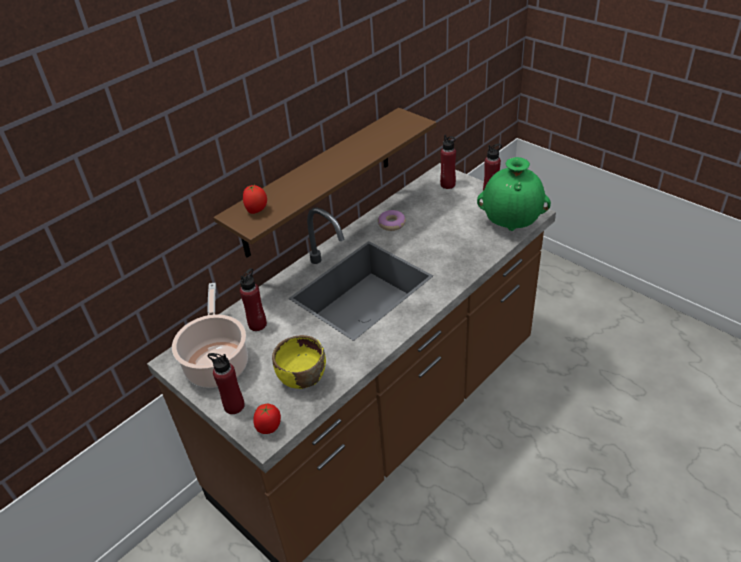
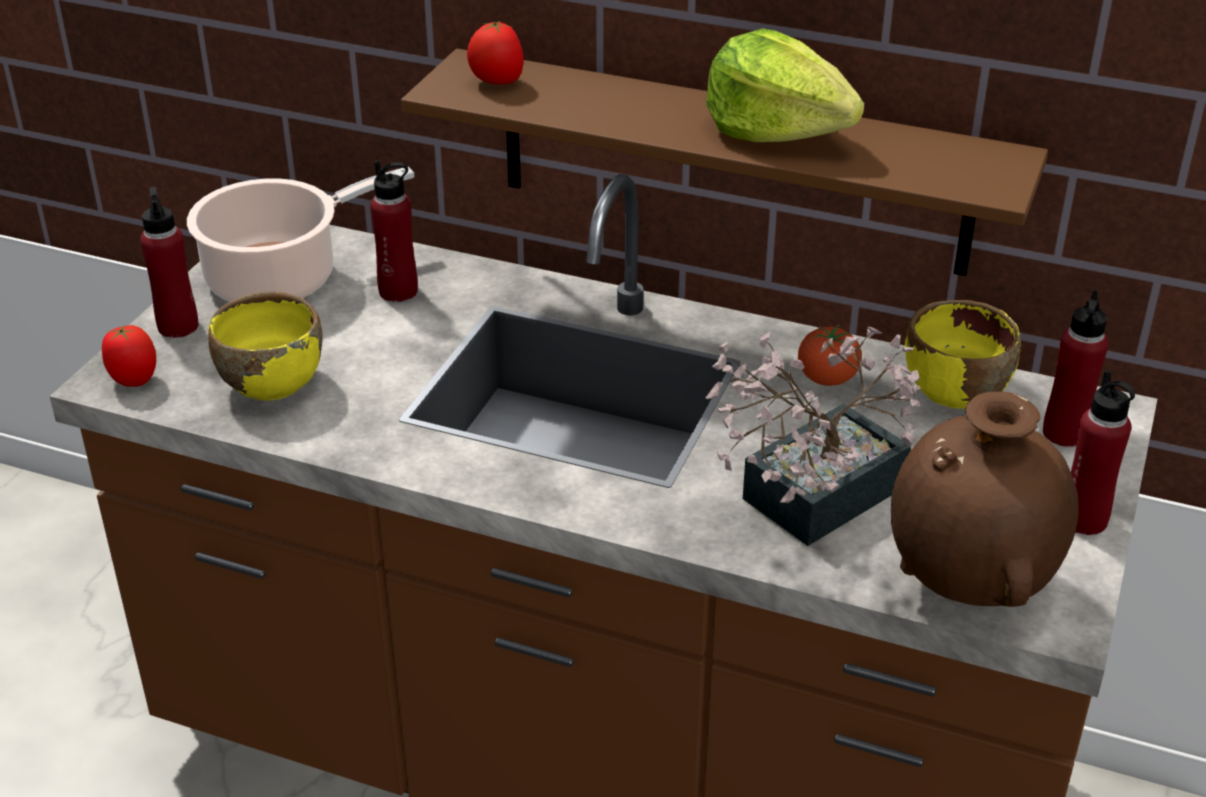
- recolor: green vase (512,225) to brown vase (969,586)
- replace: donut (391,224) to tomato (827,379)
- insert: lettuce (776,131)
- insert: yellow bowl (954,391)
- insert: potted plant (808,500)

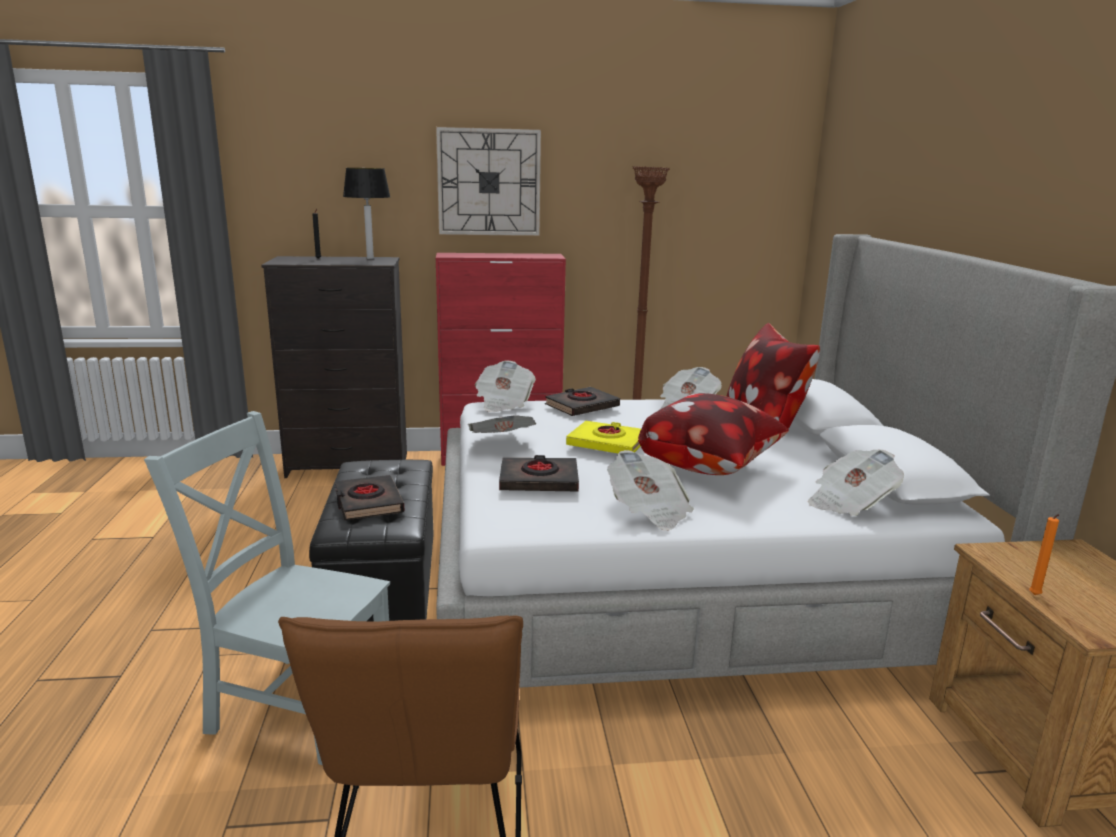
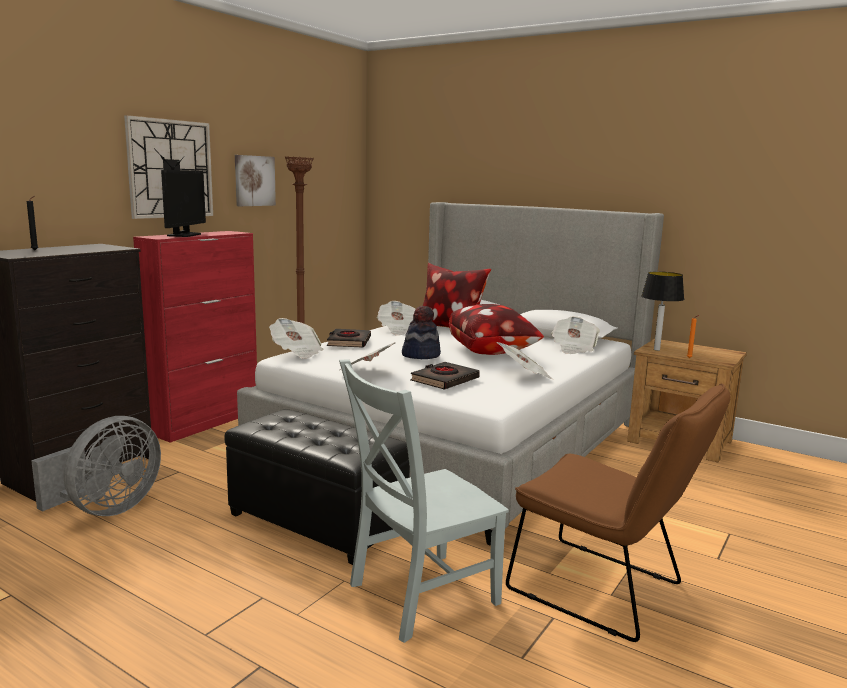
- move: table lamp (369,258) to (656,350)
- replace: yellow book (607,443) to hat (421,355)
- delete: black book (368,503)
- insert: picture (254,181)
- insert: monitor (184,235)
- insert: grey fan (106,509)

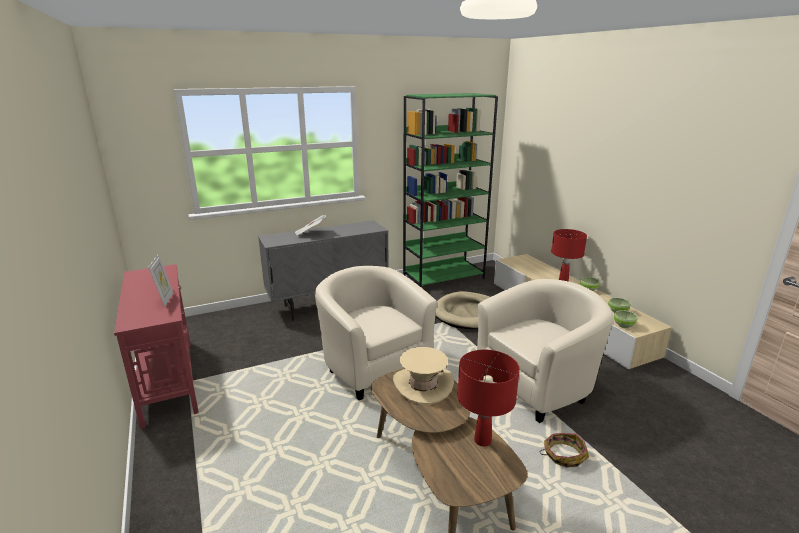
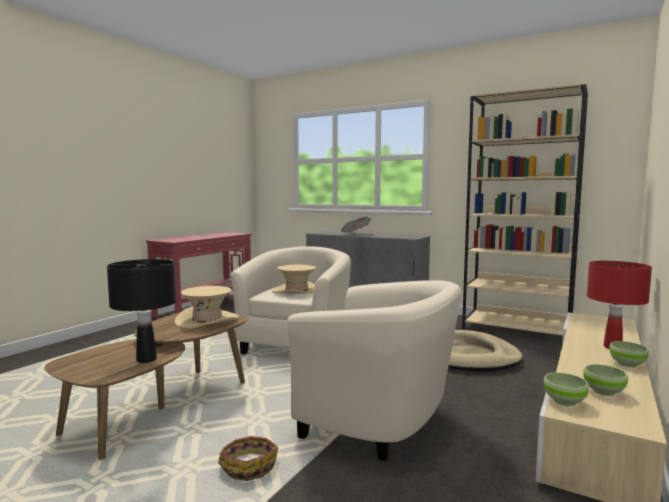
- recolor: green bookcase (444,277) to beige bookcase (517,329)
- delete: picture frame (165,299)
- recolor: red table lamp (483,440) to black table lamp (146,360)
- insert: beige hat (296,291)

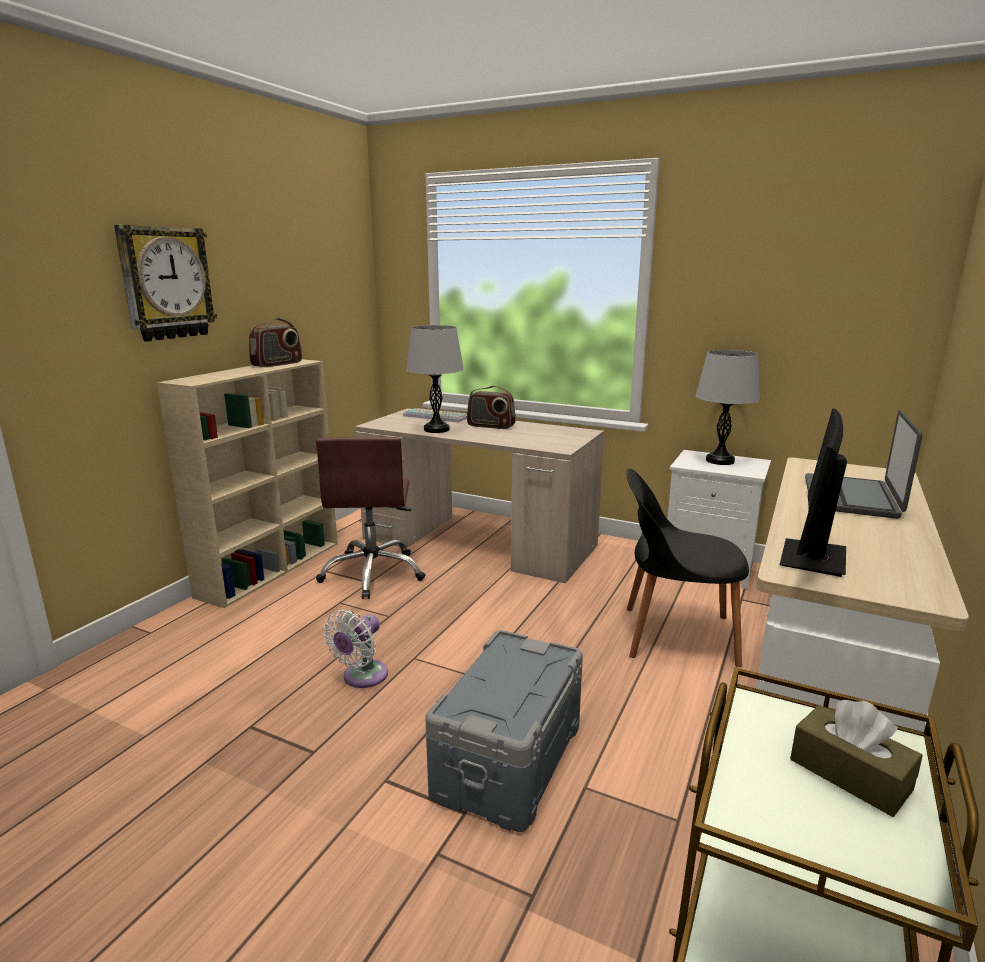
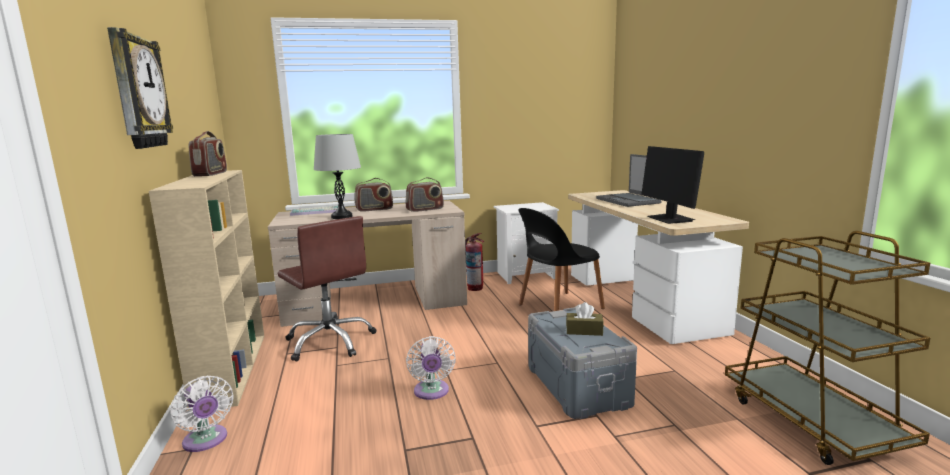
- delete: grey table lamp (720,461)
- move: brown tissue box (849,774) to (584,331)
- insert: radio (425,209)
- insert: fire extinguisher (475,288)
- insert: white fan (206,441)

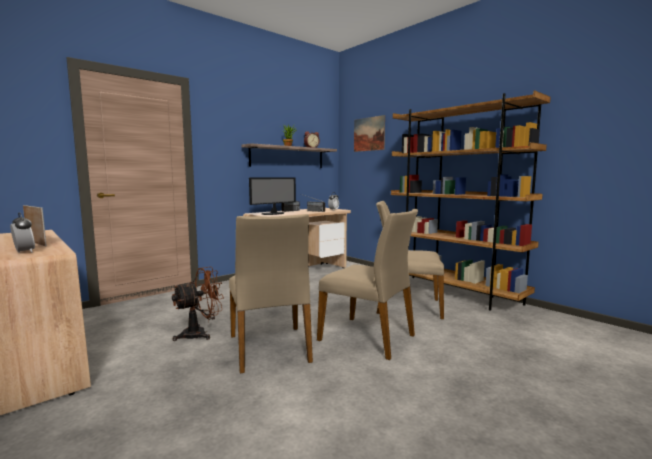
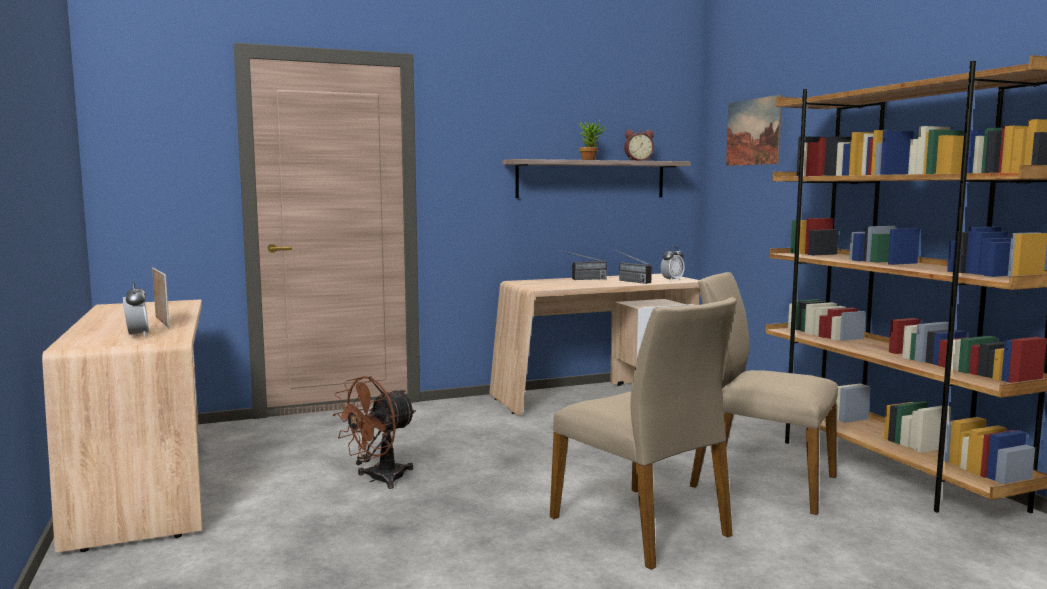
- delete: monitor (274,214)
- delete: beige chair (270,348)
- rotate: brown fan (200,334) = (378,479) 150 degrees clockwise

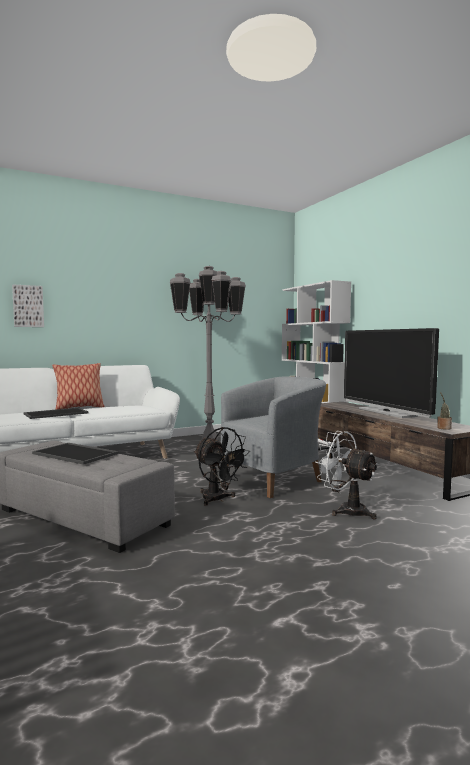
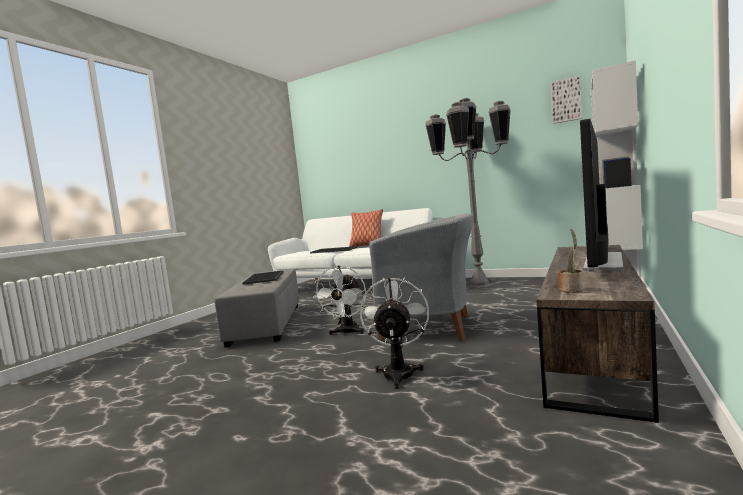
- move: picture (28,306) to (566,100)
- recolor: black fan (218,499) to white fan (347,333)

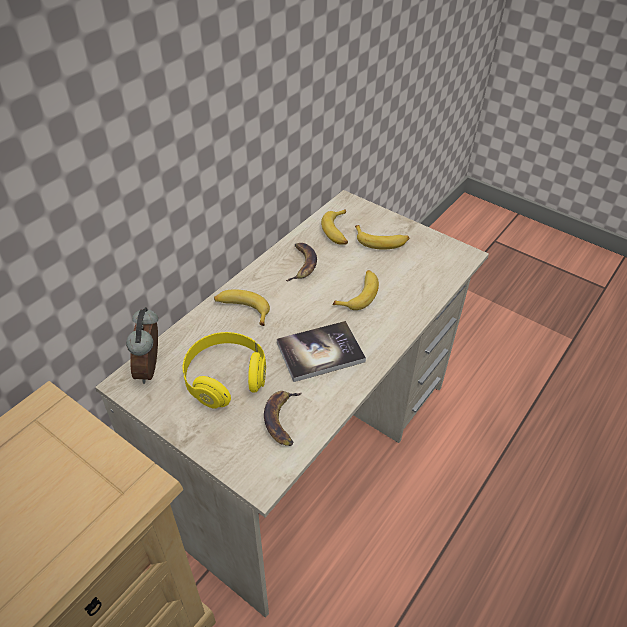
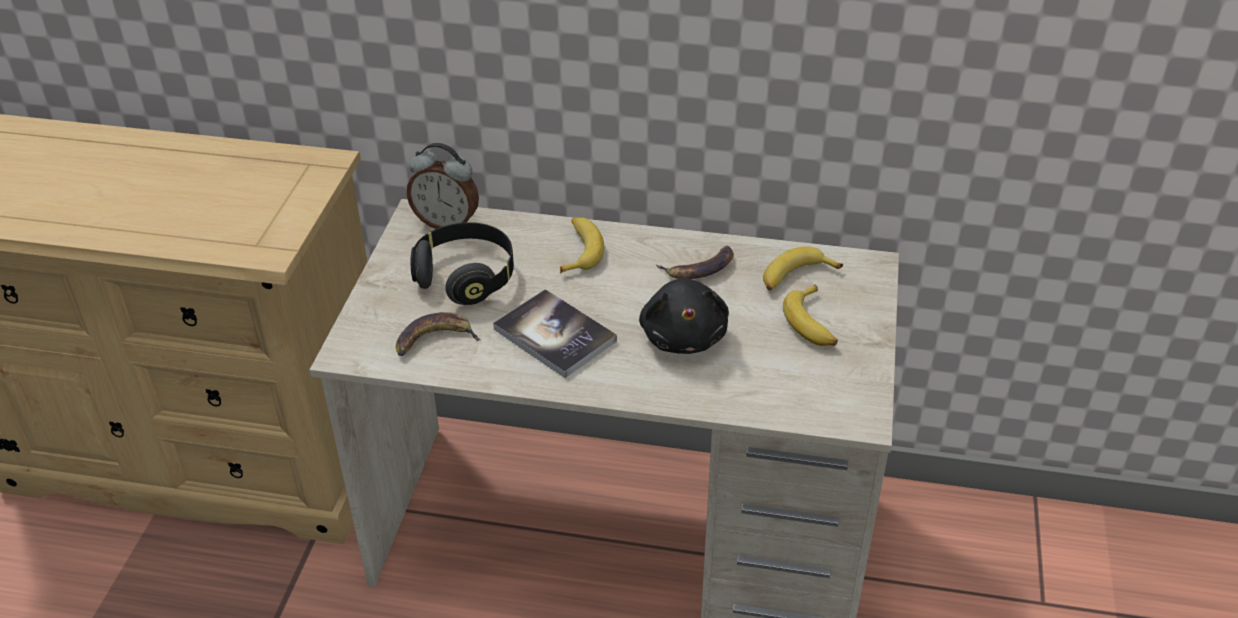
- replace: banana (359,294) to black plush toy (683,336)
- rotate: alarm clock (152,368) = (447,223) 135 degrees counterclockwise
- recolor: yellow headphones (225,378) to black headphones (466,277)

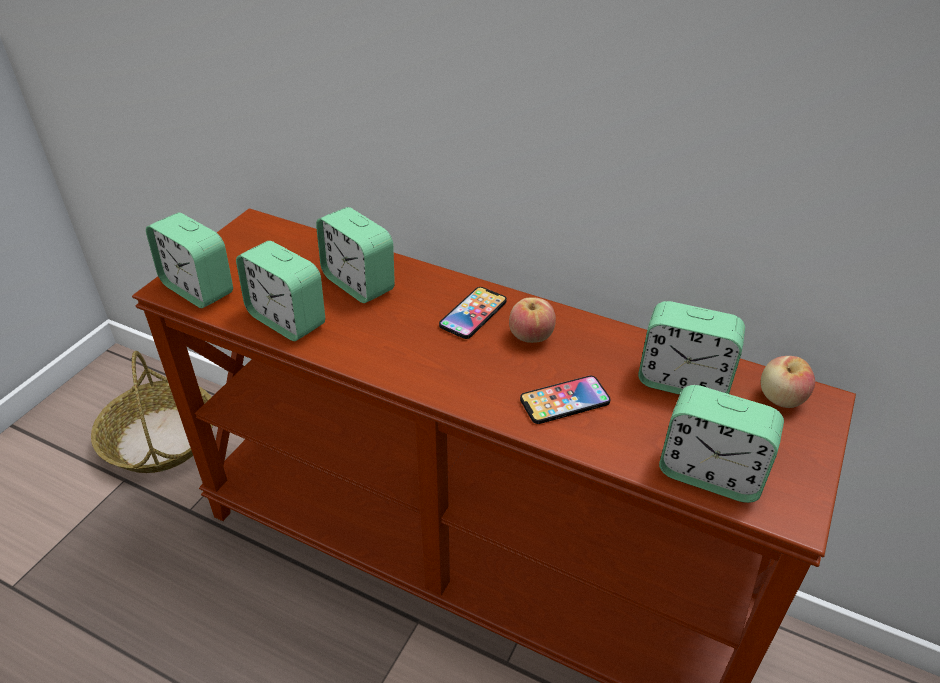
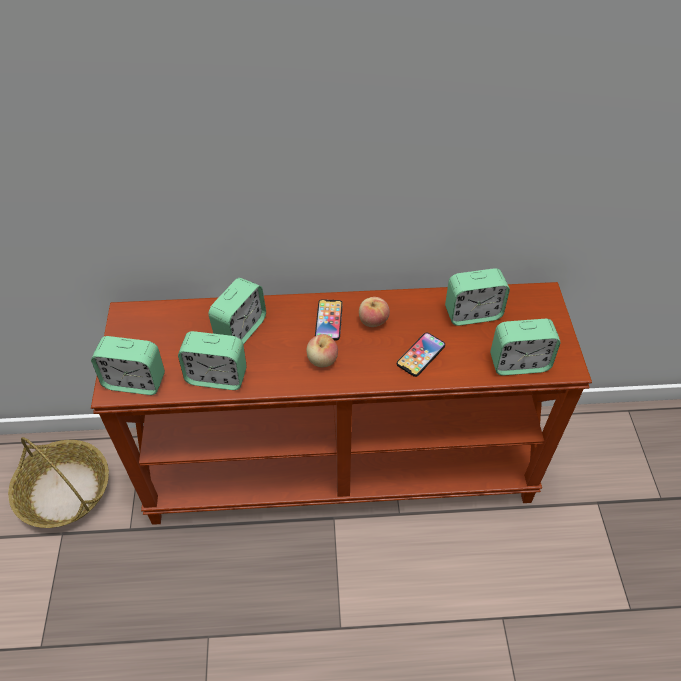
- rotate: alarm clock (359,283) = (241,330) 75 degrees counterclockwise
- move: apple (781,398) to (322,360)

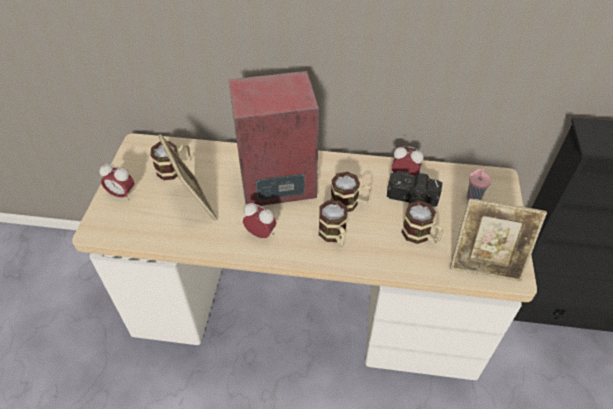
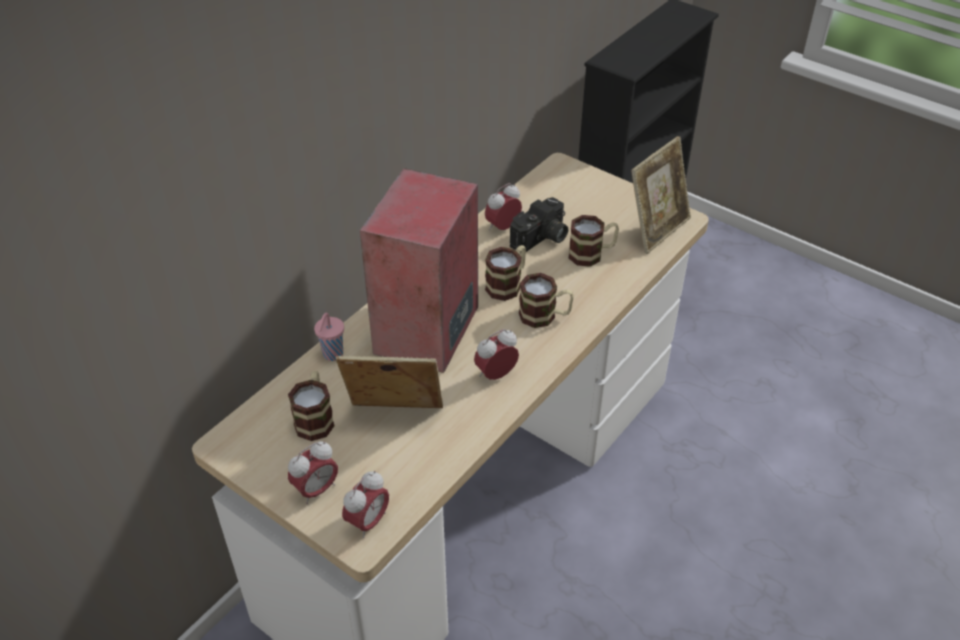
- move: pink cup (472,198) to (332,355)
- insert: alarm clock (368,522)

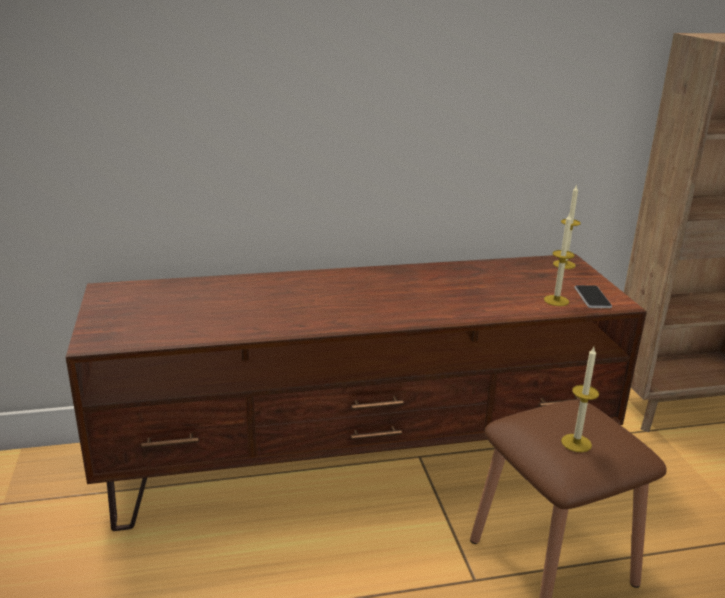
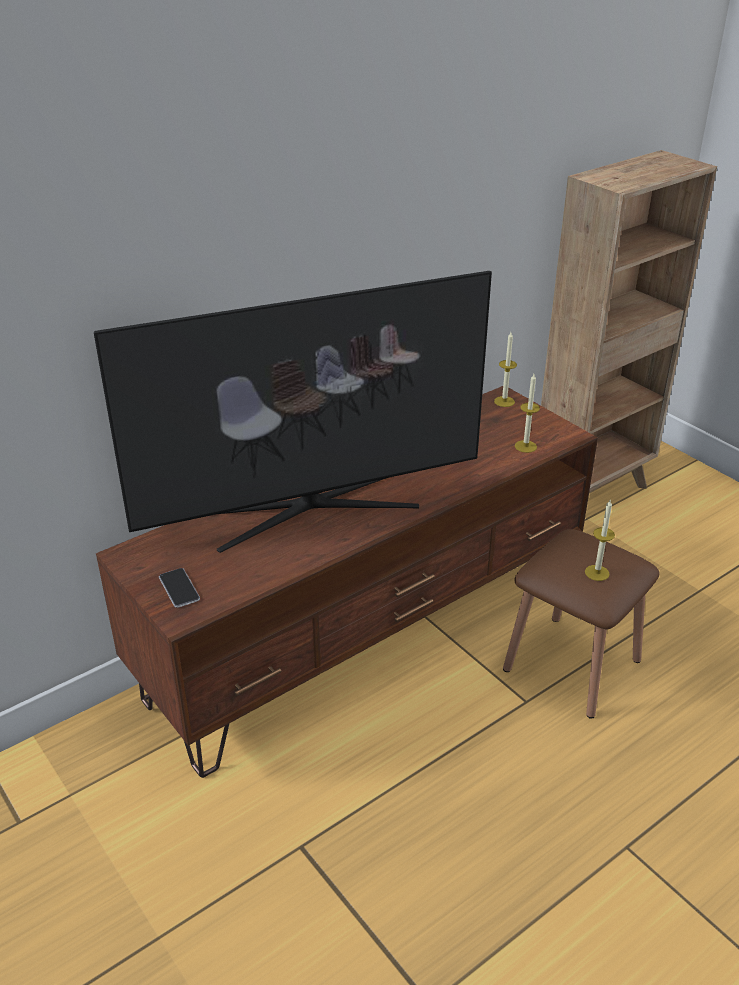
- move: phone (592,298) to (179,588)
- insert: television (310,510)

